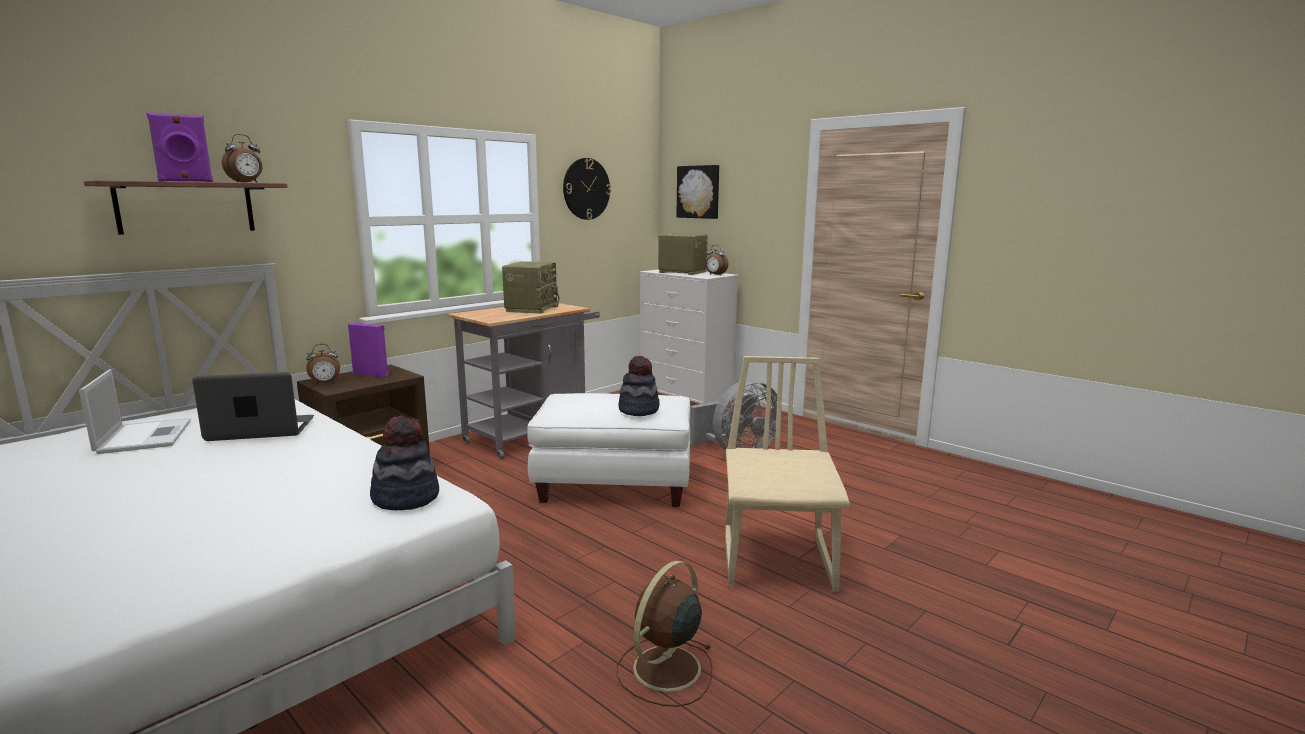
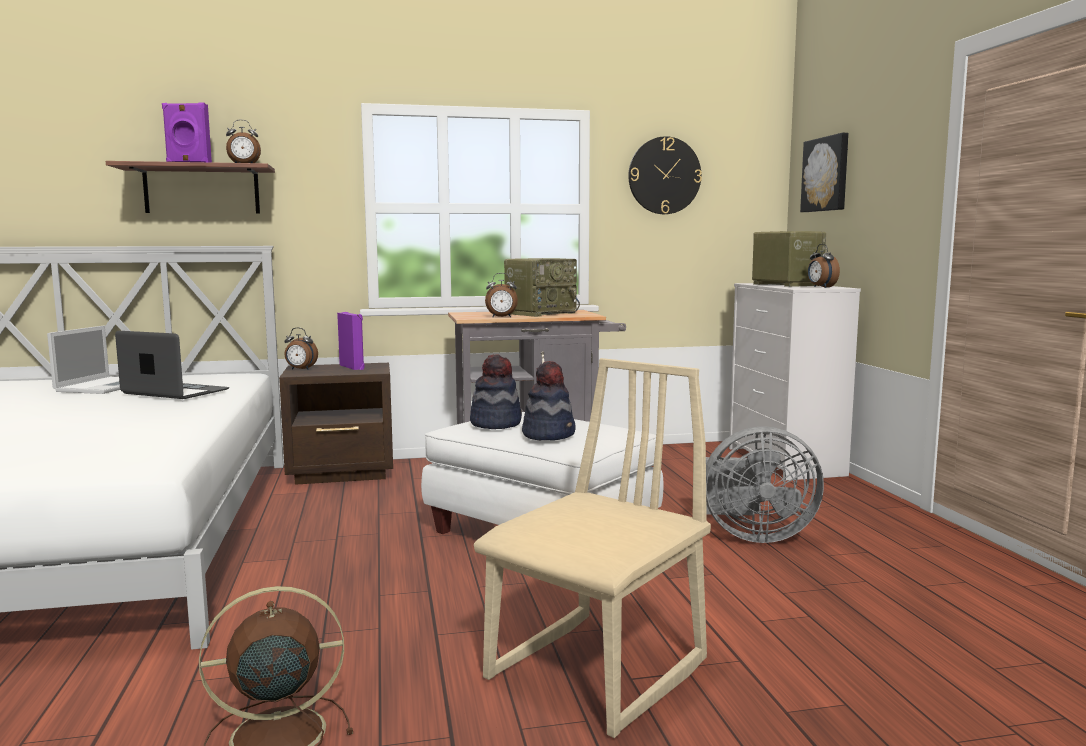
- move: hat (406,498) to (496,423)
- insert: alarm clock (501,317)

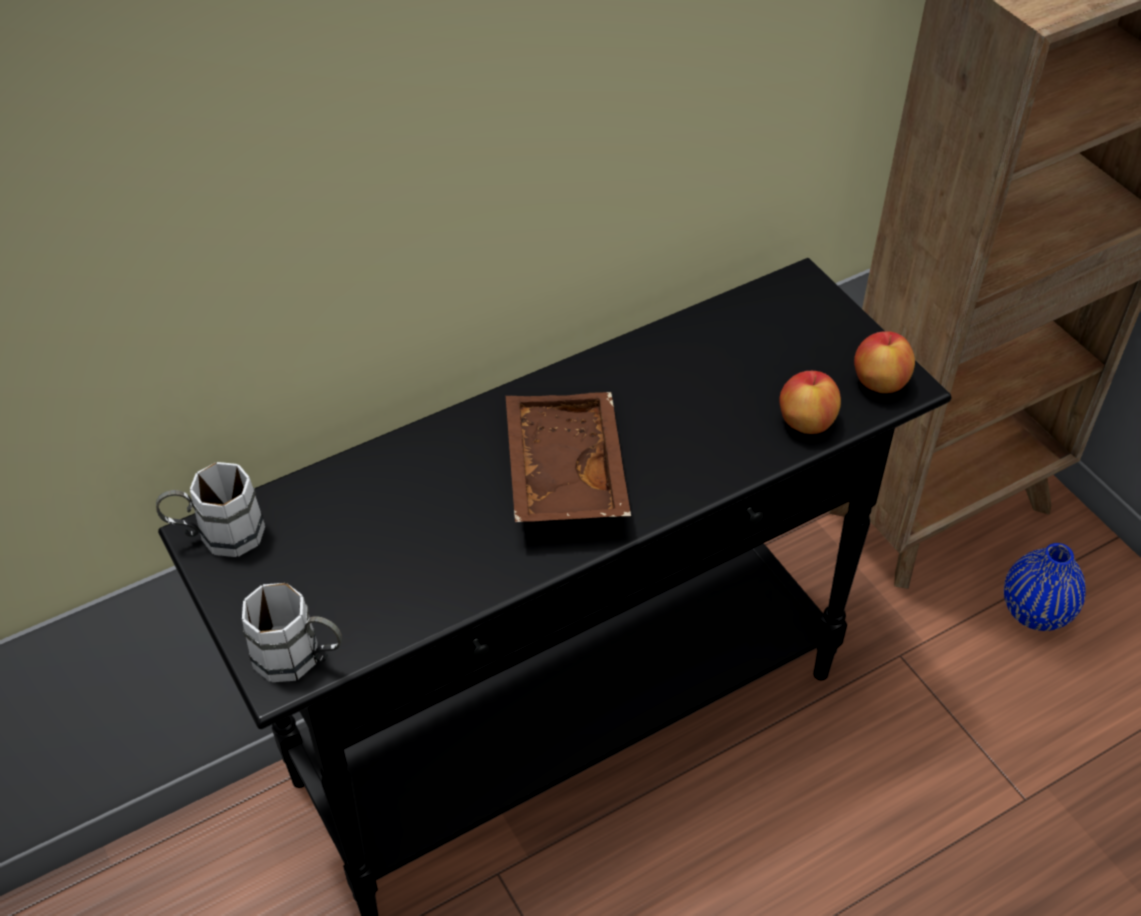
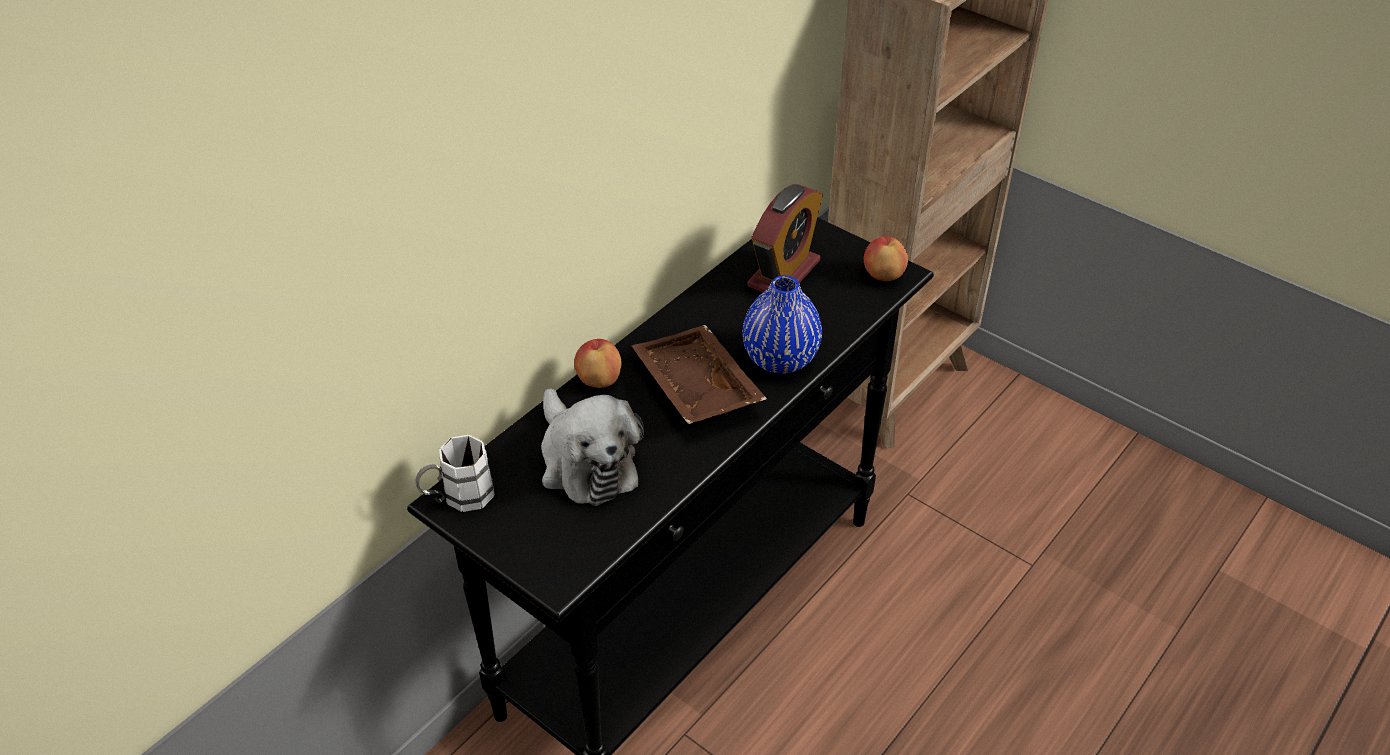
- move: apple (806,421) to (599,379)
- move: blue vase (1035,611) to (780,359)
- delete: white mug (300,658)
- insert: alarm clock (784,273)
- insert: plush toy (586,461)

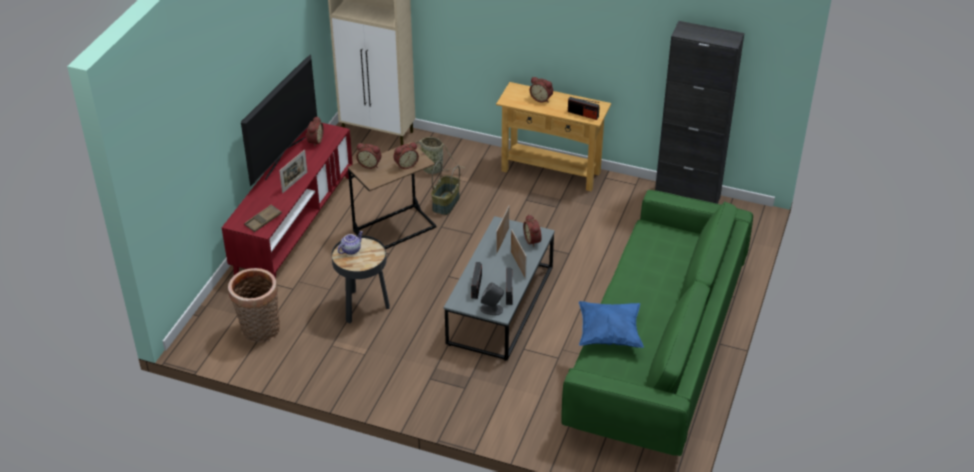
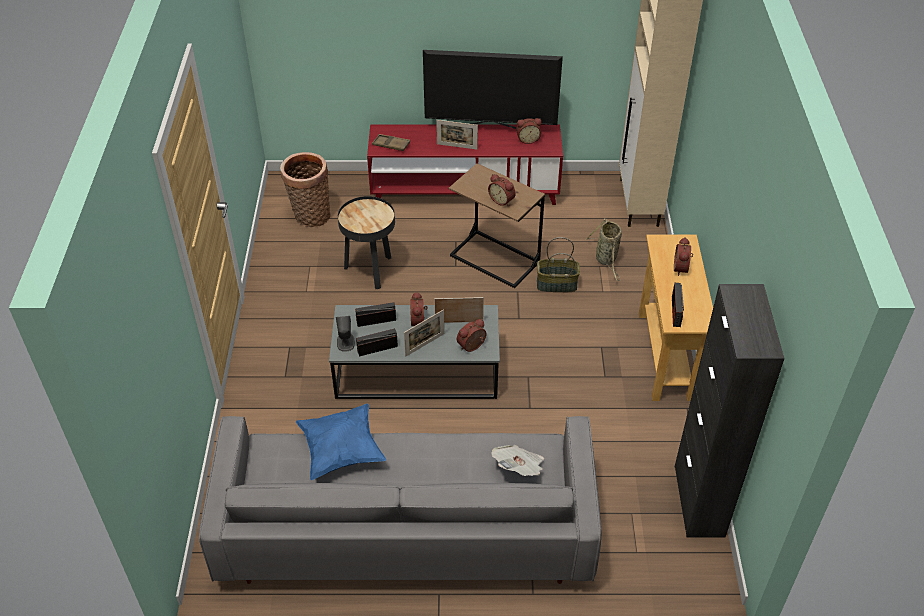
- move: alarm clock (370,164) to (419,321)
- recolor: green sofa (656,348) to grey sofa (406,529)
- delete: teapot (351,250)
- insert: newspaper (519,468)

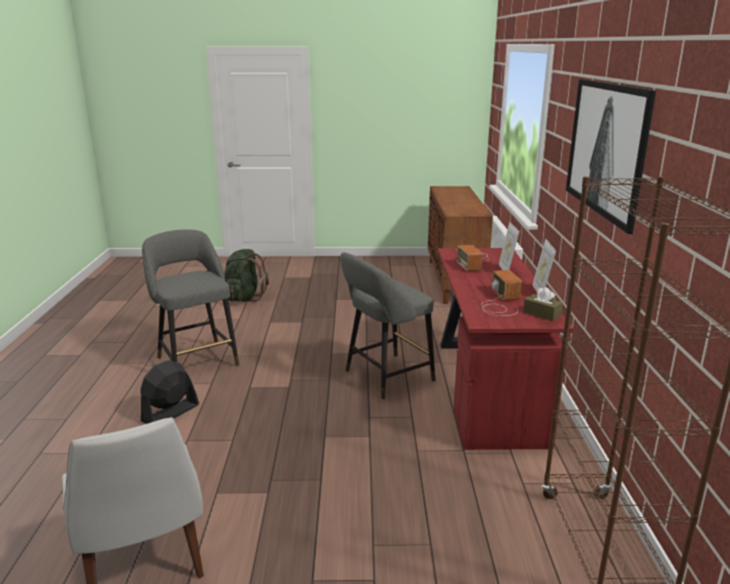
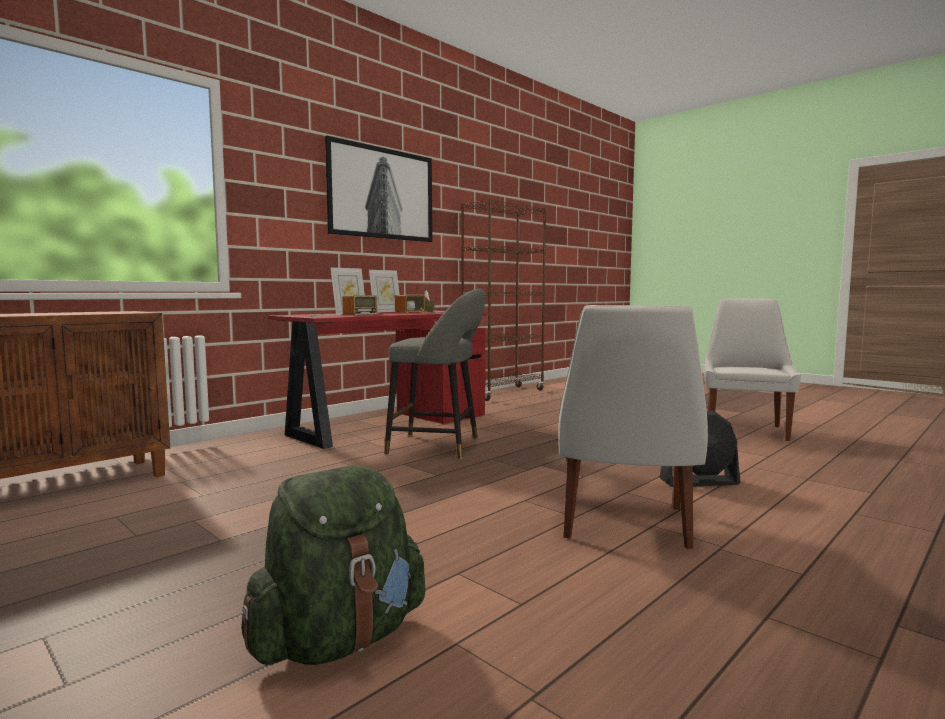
- replace: grey stool (196,359) to white chair (624,525)

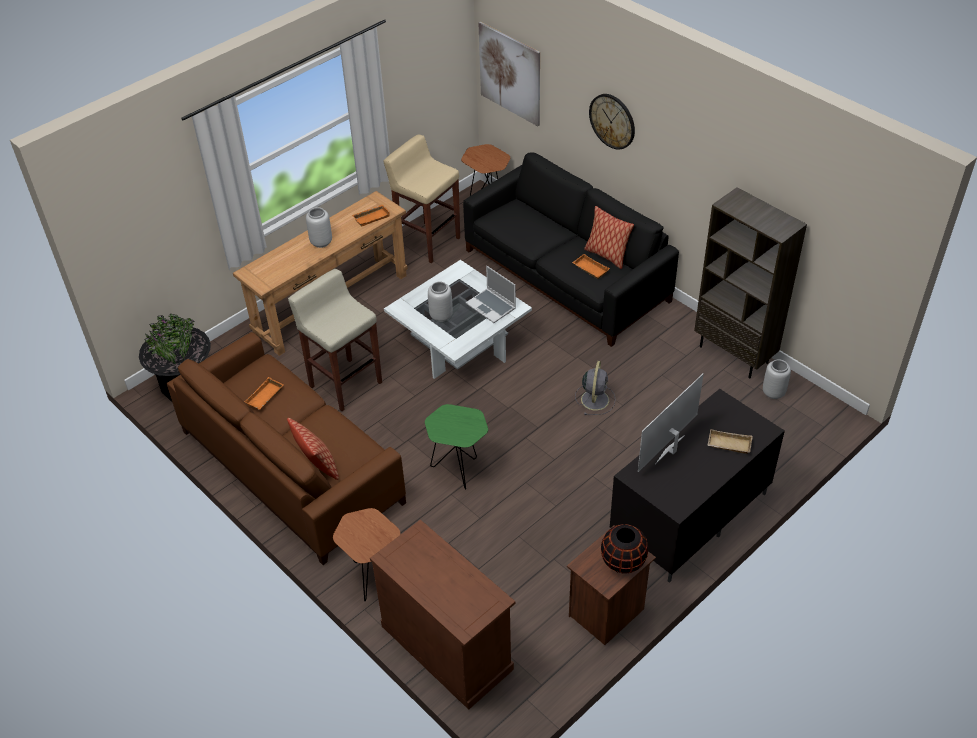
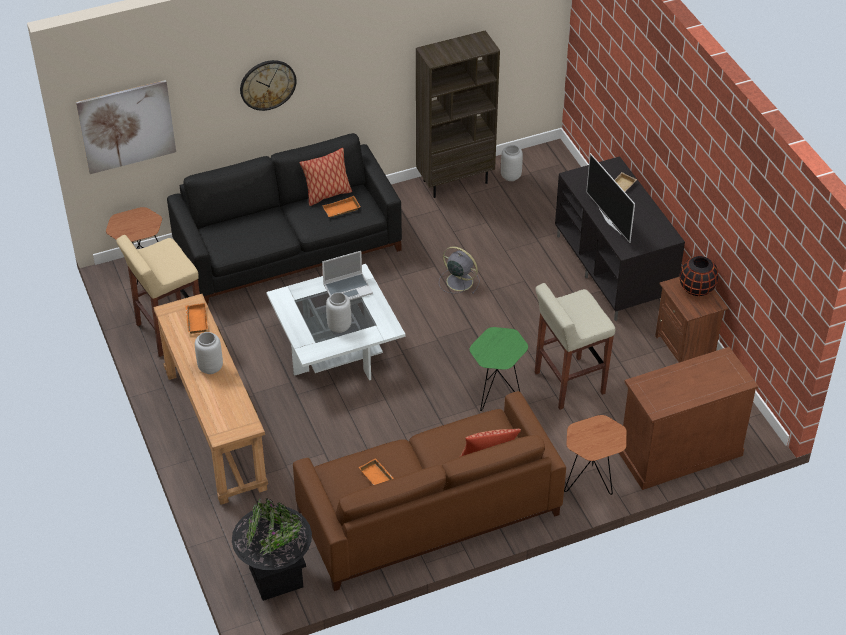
- move: beige stool (345,384) to (568,383)

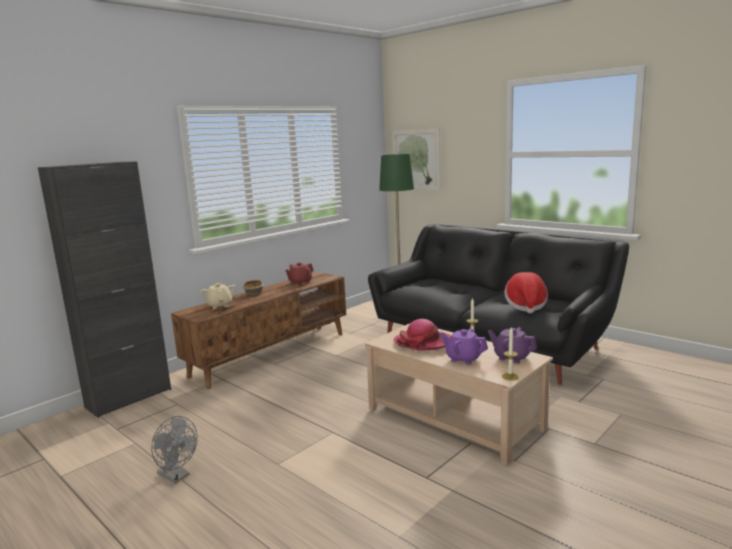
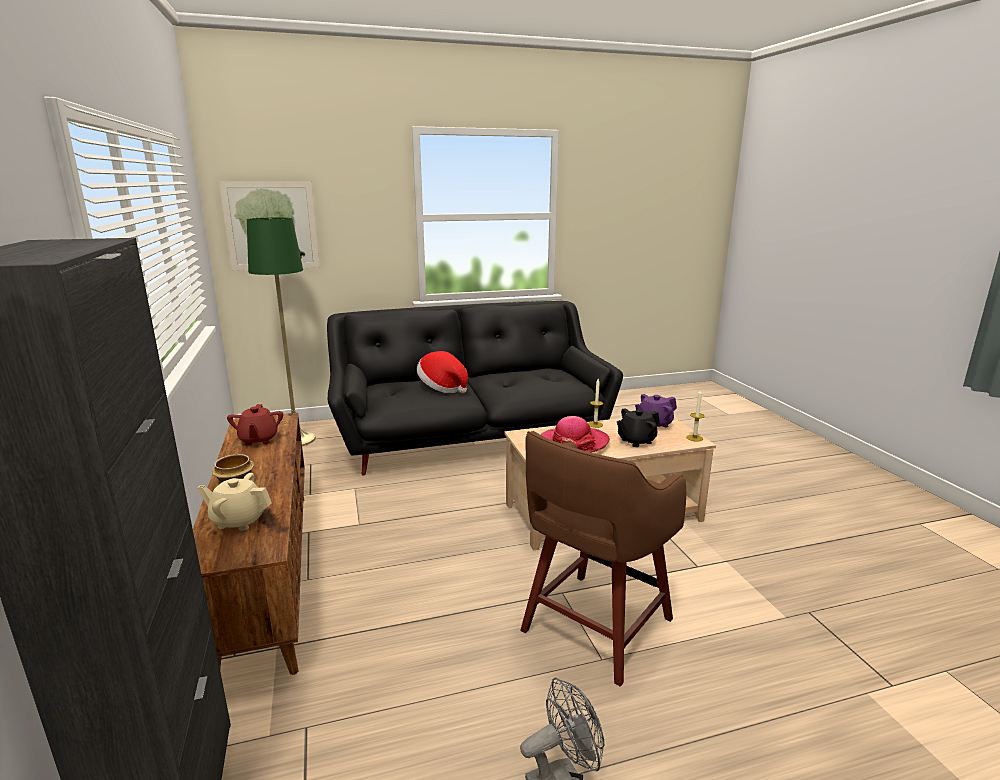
- move: hat (525,306) to (442,388)
- recolor: purple teapot (463,359) to black teapot (636,441)
- insert: brown stool (593,627)

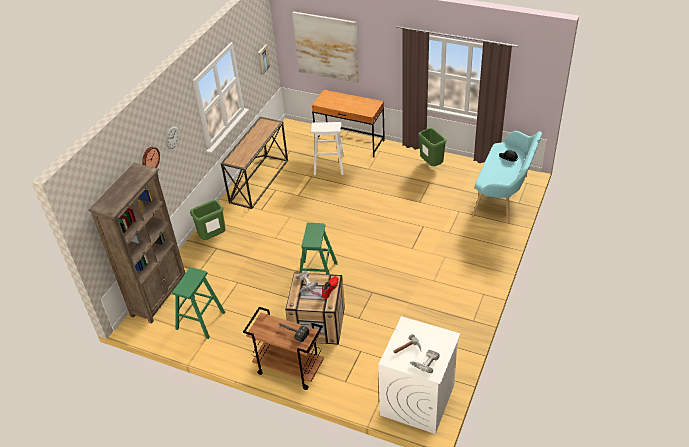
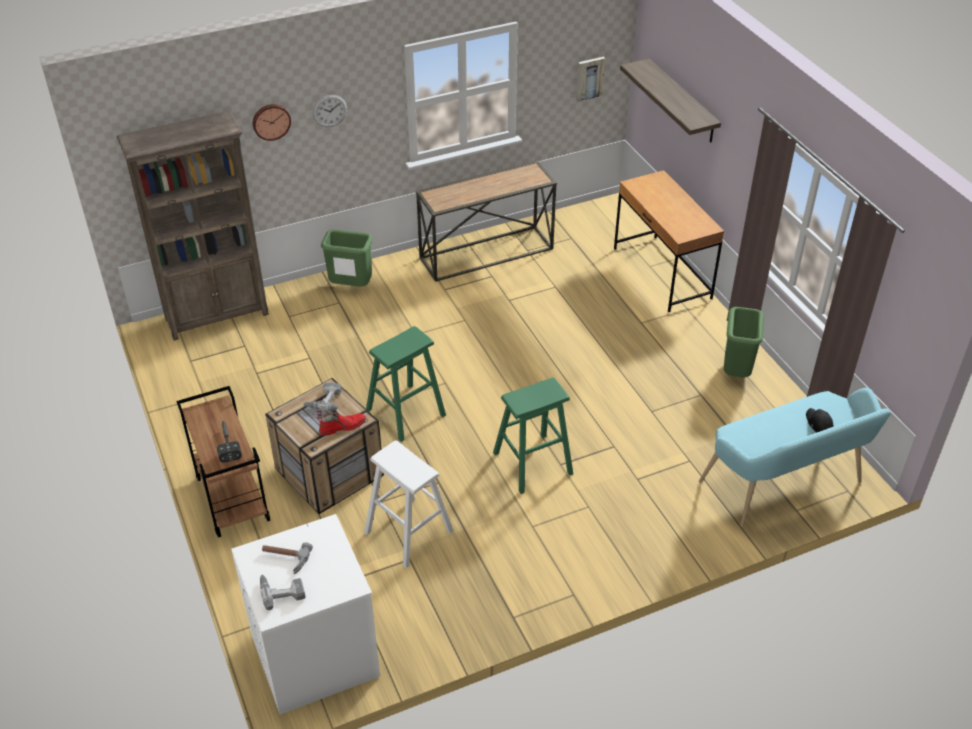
- replace: picture (326,47) to shelf (682,101)
- move: white stool (329,165) to (408,532)
- move: green stool (200,321) to (532,463)

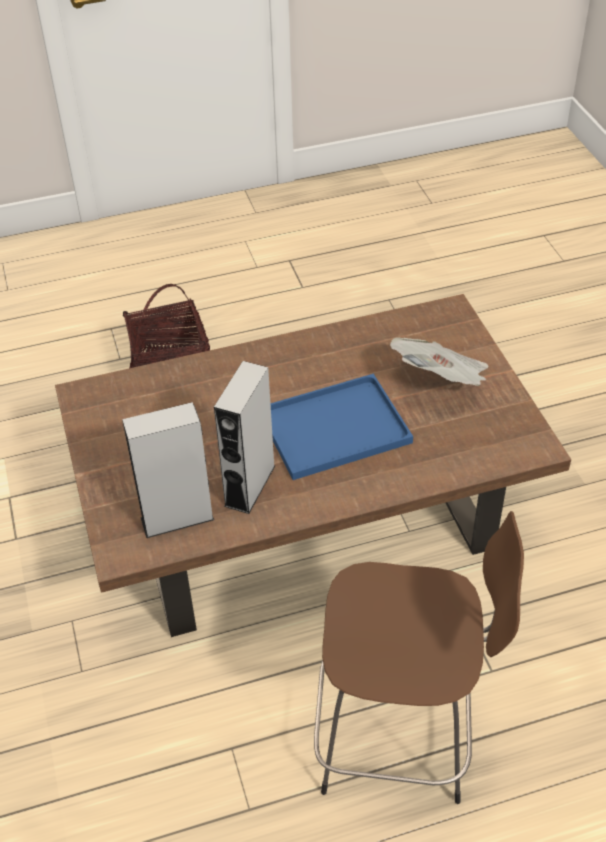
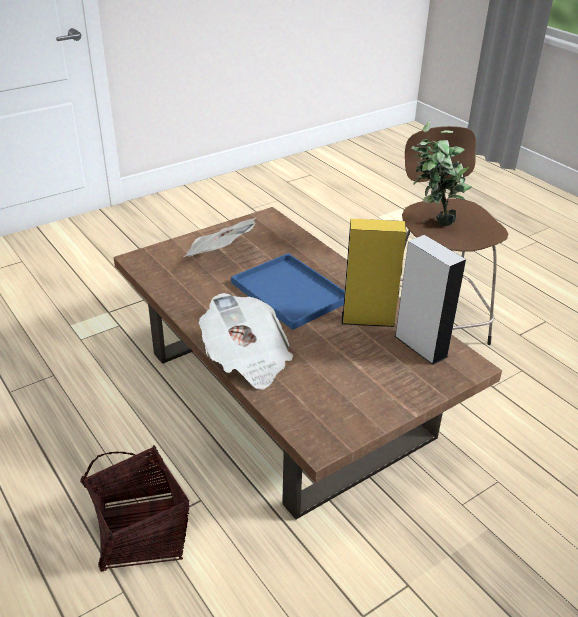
- recolor: grey speaker (250,485) to yellow speaker (368,319)
- insert: potted plant (433,222)
- insert: newspaper (247,359)

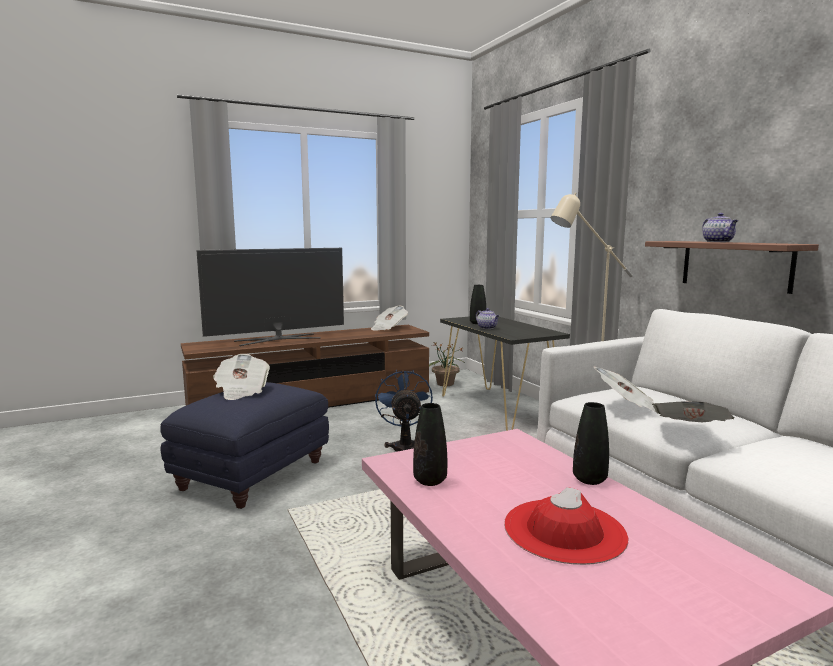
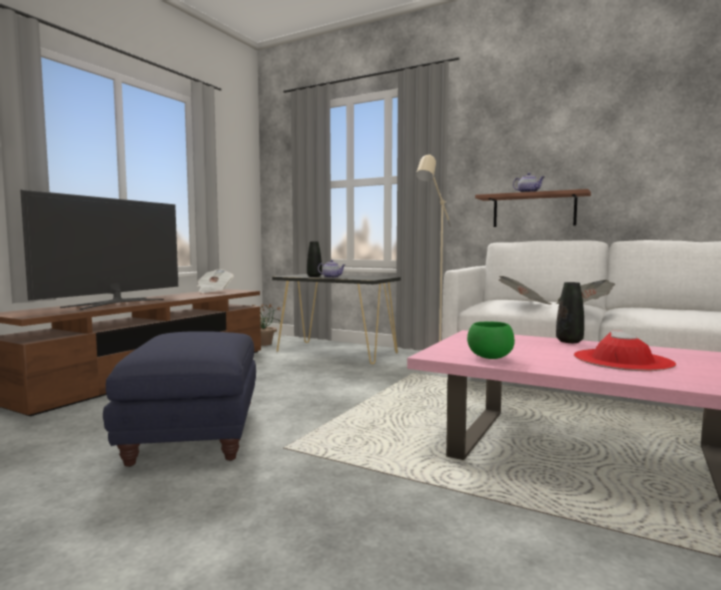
- delete: newspaper (241,391)
- delete: blue fan (404,447)
- replace: black vase (430,481) to green bowl (490,358)

